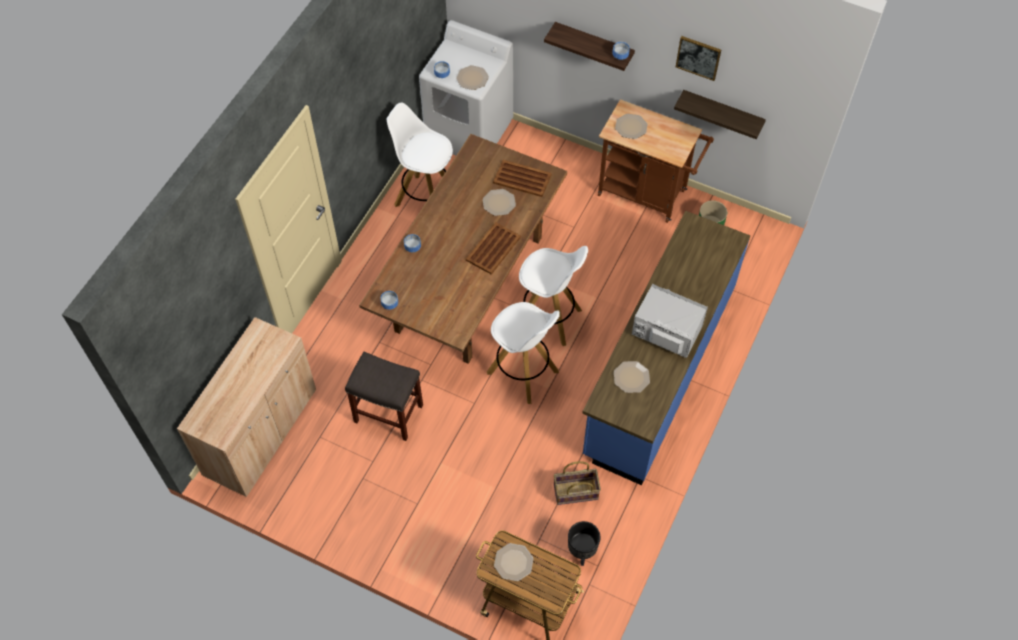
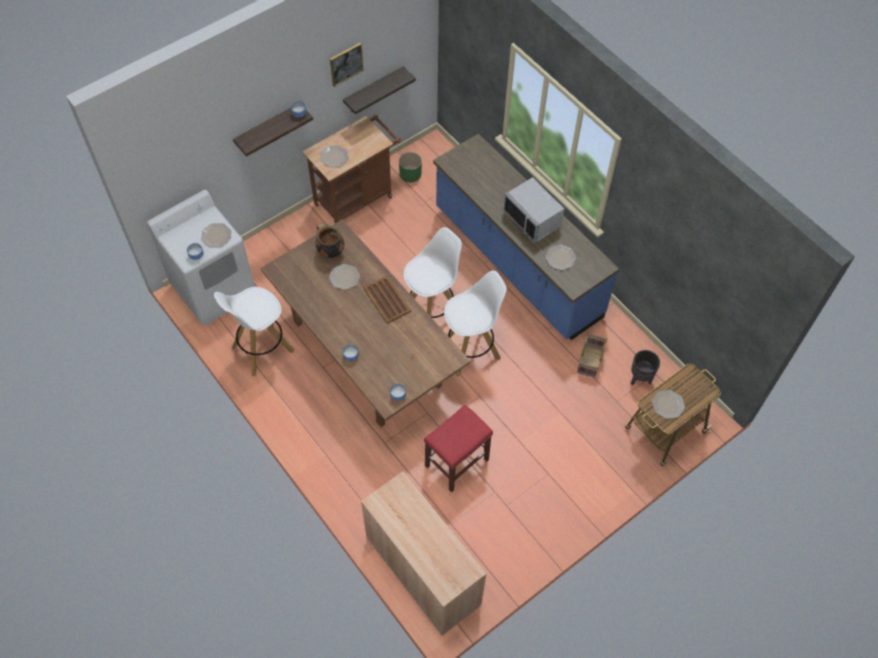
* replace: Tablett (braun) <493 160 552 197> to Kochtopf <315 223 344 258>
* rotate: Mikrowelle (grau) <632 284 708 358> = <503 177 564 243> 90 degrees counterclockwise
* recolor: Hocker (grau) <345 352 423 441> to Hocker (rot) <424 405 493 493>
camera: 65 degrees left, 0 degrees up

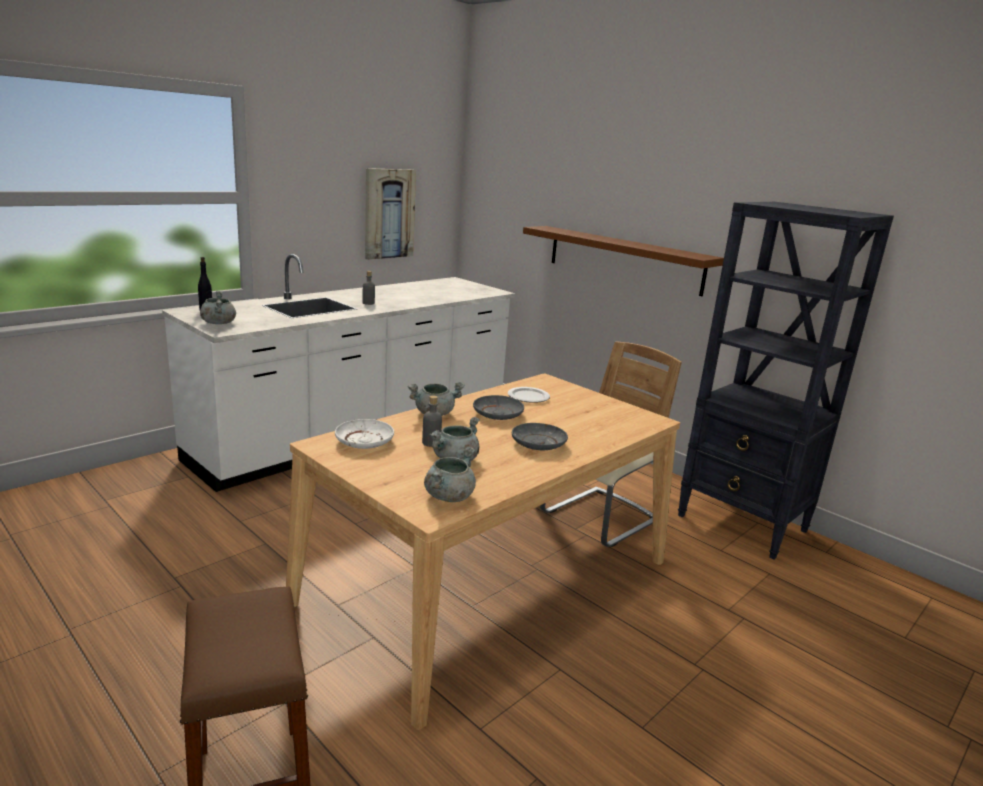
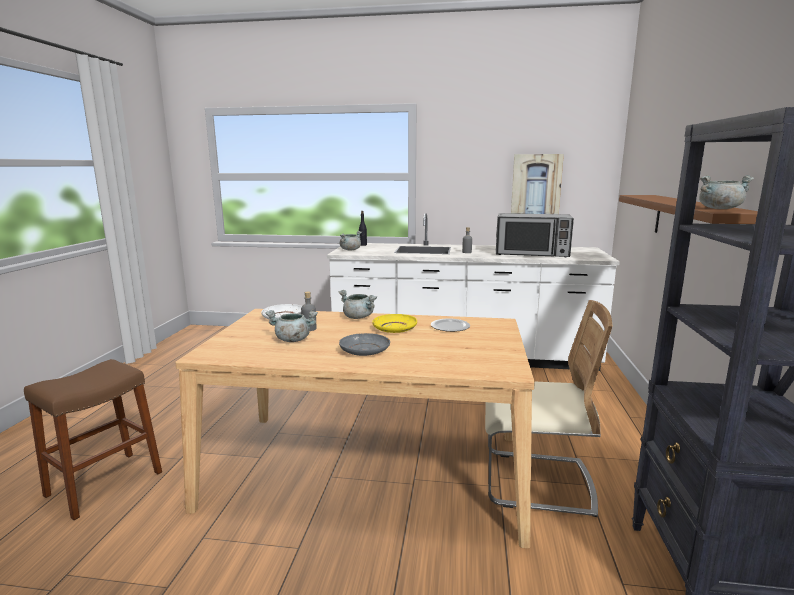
* recolor: Teller (grau) <473 395 524 420> to Teller (gelb) <372 314 417 333>
* move: Kochtopf (grau) <424 446 476 502> to <699 175 754 209>
* insert: Mikrowelle <496 213 574 257>
camera: 55 degrees right, 5 degrees down

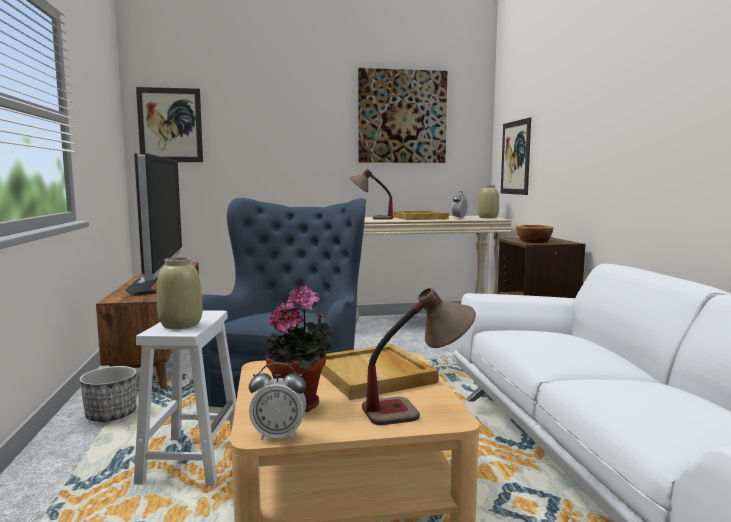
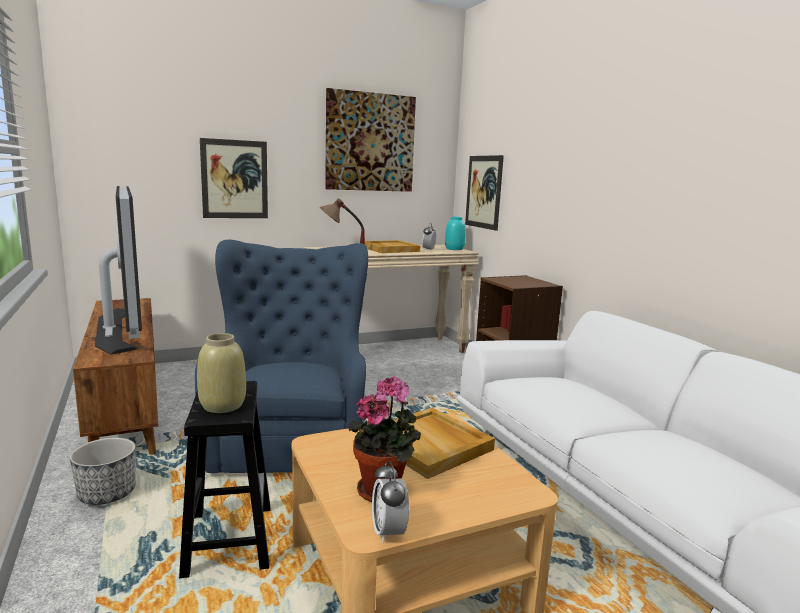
* move: Bild <136 87 203 162> to <200 138 268 218>
* recolor: Vase (beige) <478 185 499 218> to Vase (türkis) <445 217 466 250>
* delete: Schüssel <516 225 553 243>
* delete: Tischlampe <362 288 476 425>
* recolor: Hocker (weiß) <134 310 236 486> to Hocker (schwarz) <179 381 270 578>
* rotate: Wecker <249 363 306 440> = <372 461 409 544> 90 degrees clockwise
camera: 15 degrees left, 5 degrees up

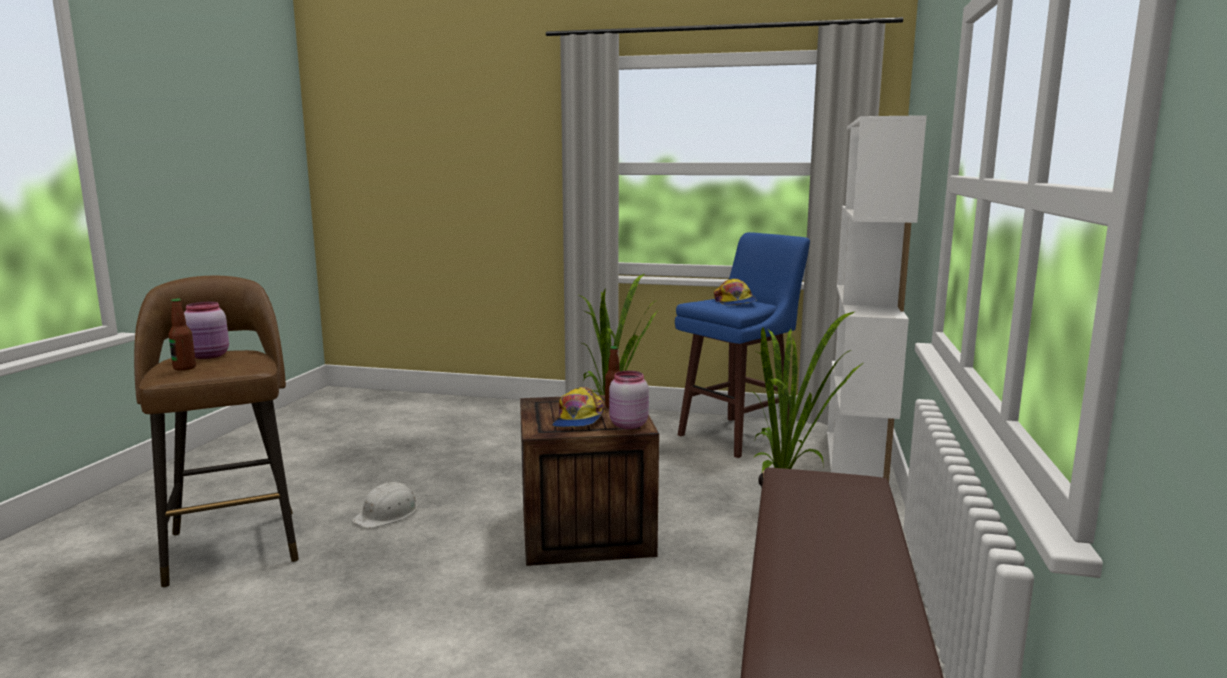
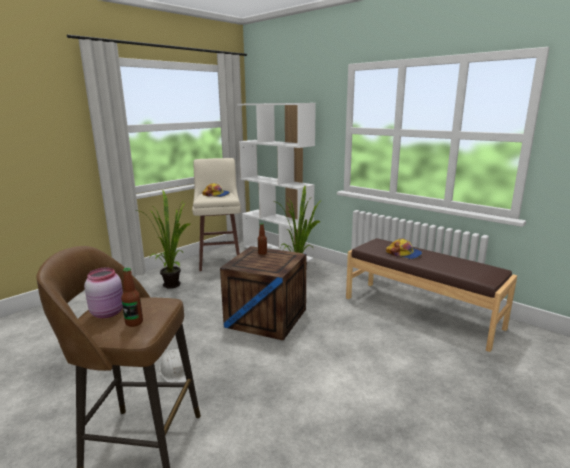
* recolor: Hocker (blau) <675 232 810 458> to Hocker (beige) <192 158 241 271>
* delete: Vorratsglas (rosa) <609 371 649 429>
* move: Kappe <552 387 605 428> to <386 238 422 259>
camera: 60 degrees left, 5 degrees up

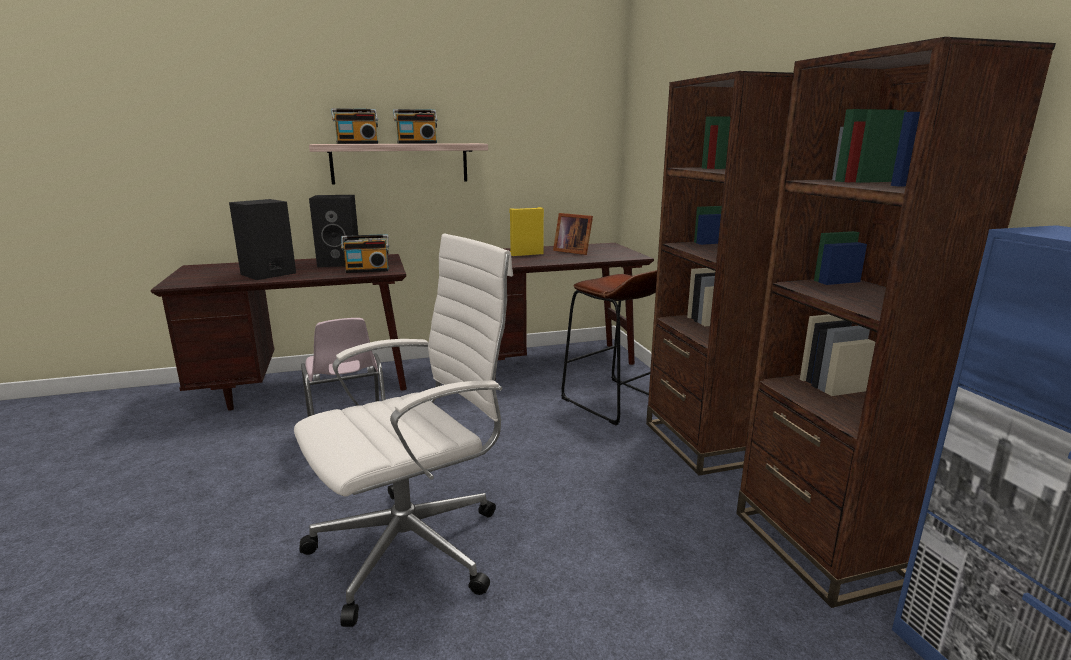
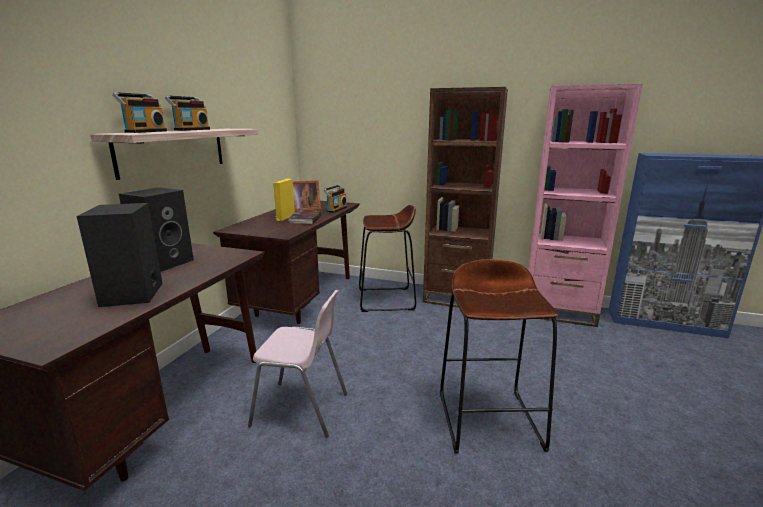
* recolor: Bücherregal (braun) <736 37 1056 608> to Bücherregal (rosa) <528 84 643 327>
* replace: Bürostuhl (weiß) <294 234 513 627> to Hocker (braun) <440 259 558 453>
* move: Radio <341 234 389 273> to <323 185 347 213>
* insert: Buch <288 210 321 224>
camera: 55 degrees left, 0 degrees up

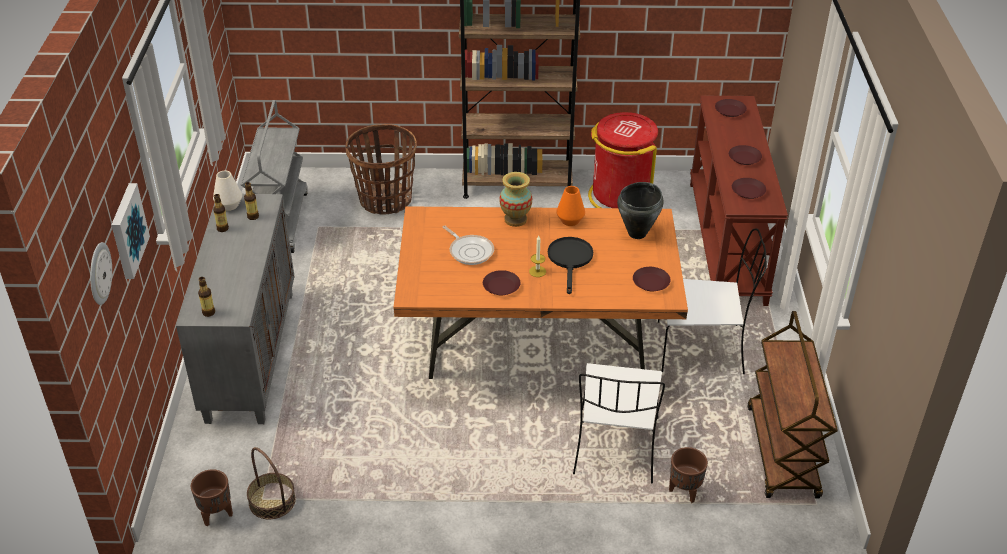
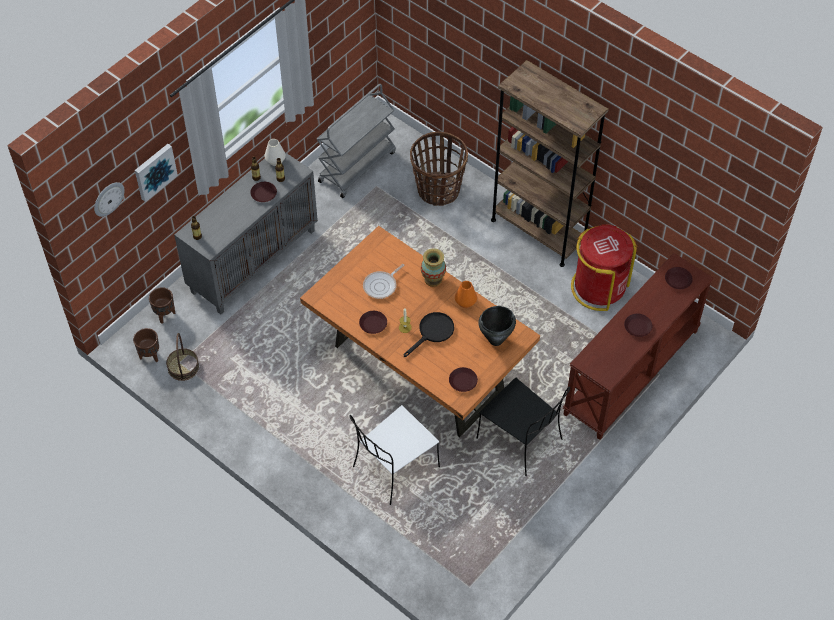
* move: Teller (braun) <732 178 766 199> to <250 182 277 202>
* rotate: Pfanne <442 226 494 265> = <363 264 404 299> 45 degrees clockwise
* recolor: Stuhl (weiß) <658 228 767 374> to Stuhl (schwarz) <477 377 570 476>
* delete: Rollwagen (braun) <747 311 838 498>
* move: Pflanzkübel (braun) <669 447 708 503> to <149 287 175 324>
camera: 40 degrees right, 15 degrees up

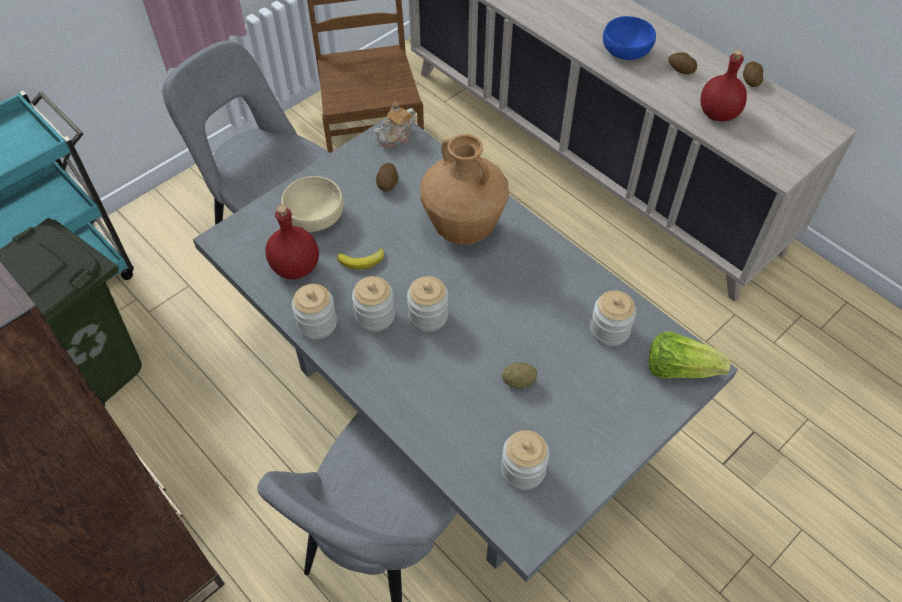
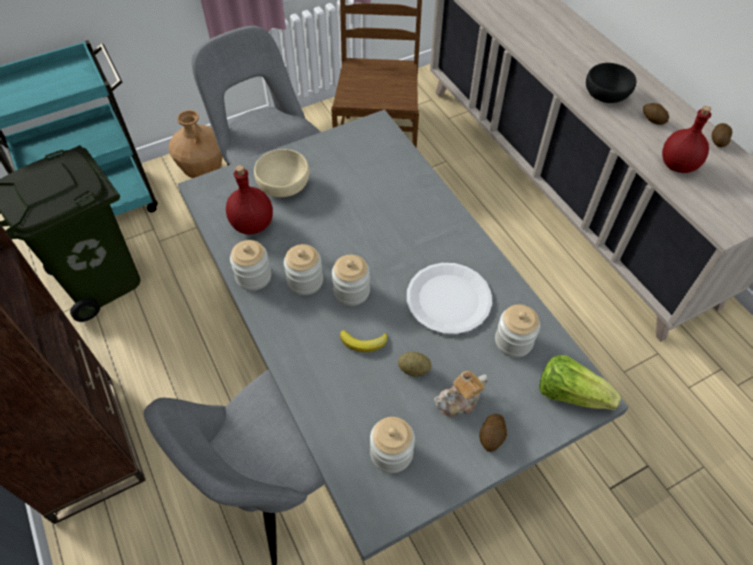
* recolor: Schüssel (blau) <603 16 656 60> to Schüssel (schwarz) <586 63 636 103>
* move: Teekanne <374 102 415 148> to <434 370 488 417>
* move: Vase (braun) <420 134 509 245> to <169 110 223 178>
* move: Kartoffel <376 163 399 192> to <479 414 507 452>
* move: Banane <337 248 384 269> to <340 330 387 352>
* insert: Teller (weiß) <407 263 492 334>
camera: 15 degrees right, 0 degrees up

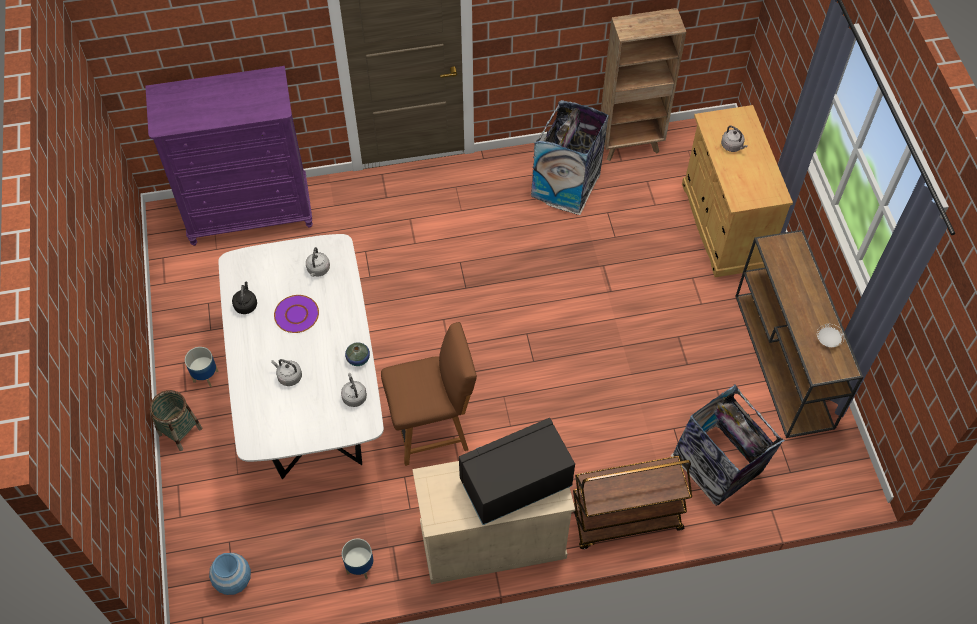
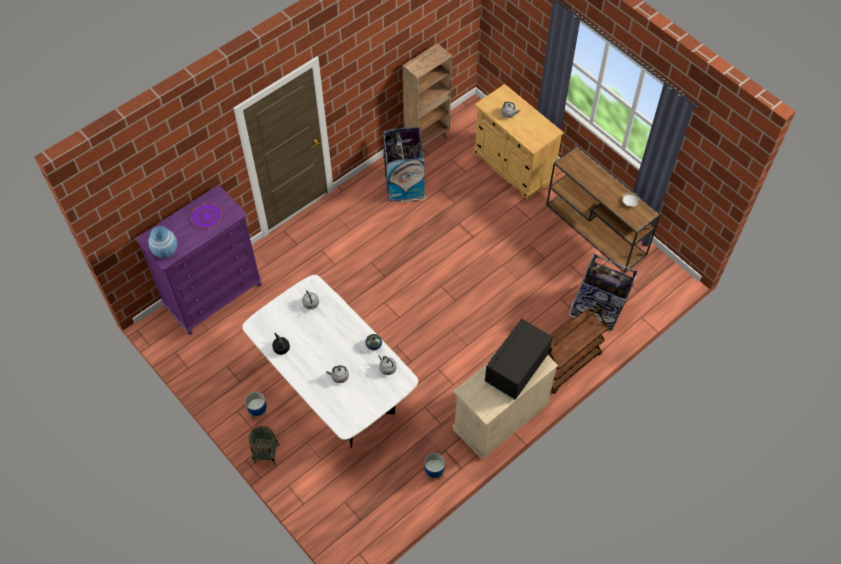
* move: Teller (lila) <274 295 319 333> to <191 203 222 229>
* delete: Stuhl (braun) <381 322 477 466>
* move: Vase (blau) <209 553 251 595> to <148 226 177 259>
camera: 30 degrees left, 0 degrees up

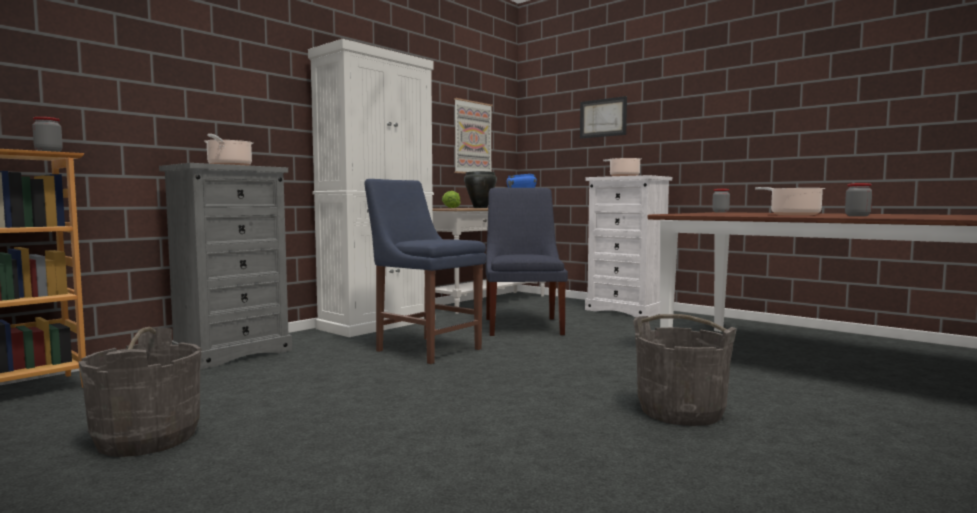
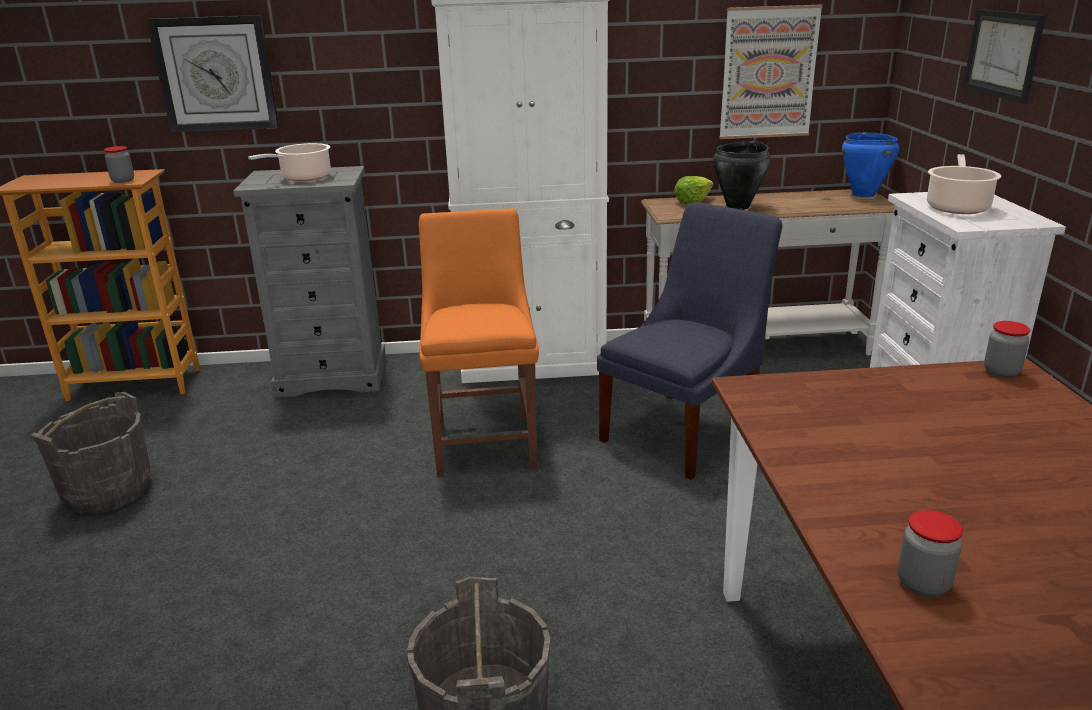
* recolor: Stuhl (blau) <365 179 486 364> to Stuhl (orange) <419 208 539 477>
* delete: Kochtopf <755 187 825 215>
* insert: Wanduhr <147 15 279 132>
camera: 45 degrees right, 20 degrees up

